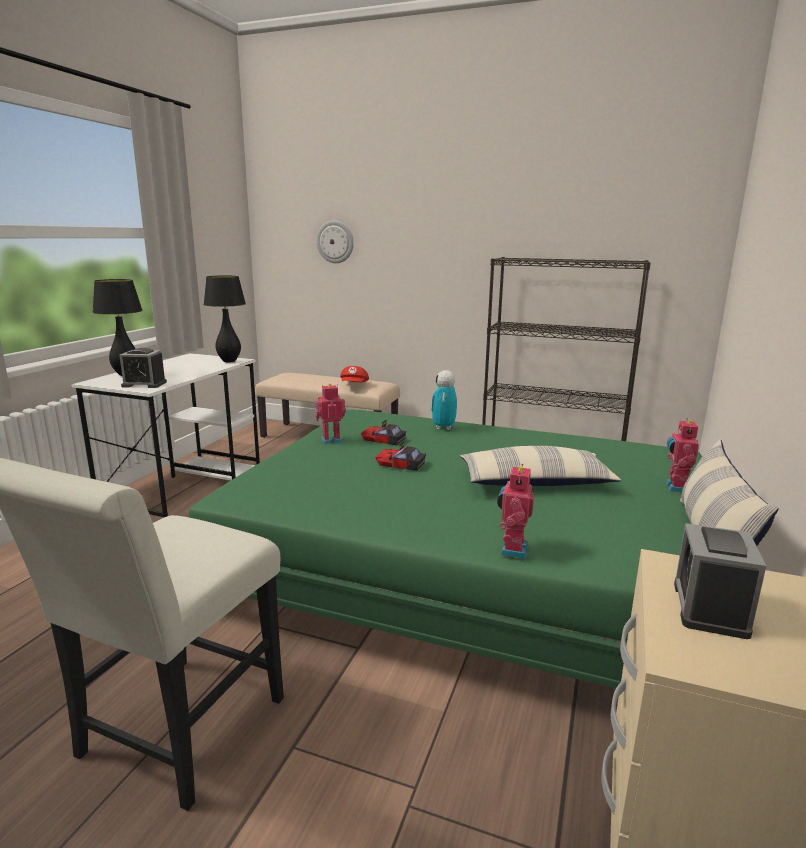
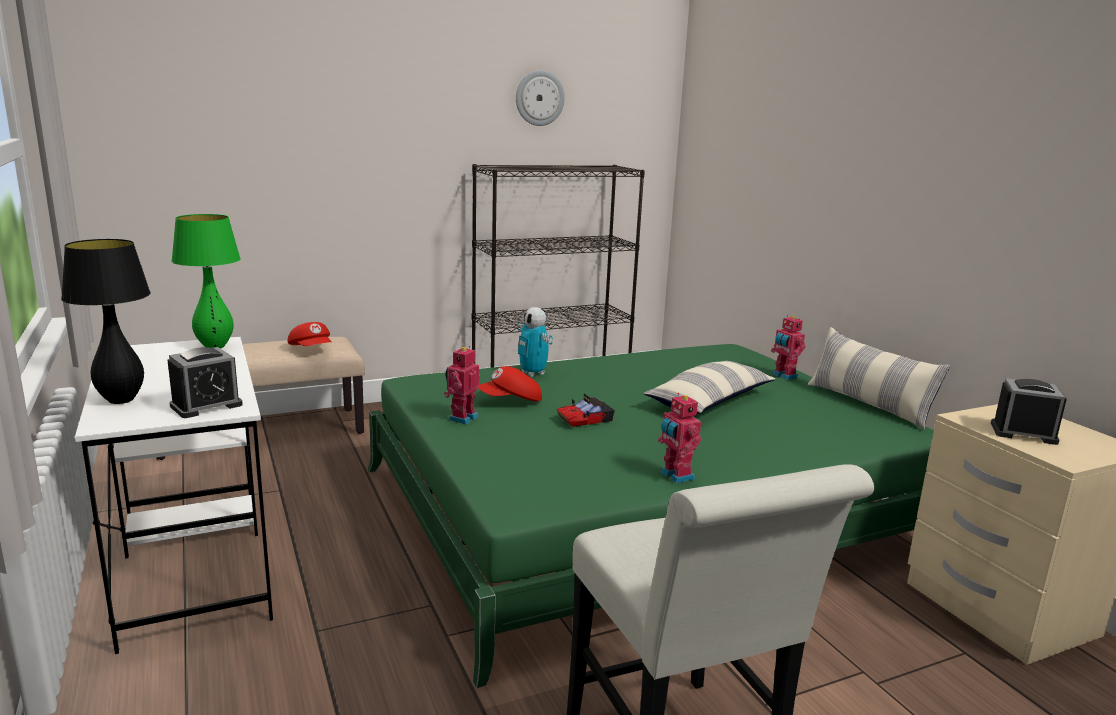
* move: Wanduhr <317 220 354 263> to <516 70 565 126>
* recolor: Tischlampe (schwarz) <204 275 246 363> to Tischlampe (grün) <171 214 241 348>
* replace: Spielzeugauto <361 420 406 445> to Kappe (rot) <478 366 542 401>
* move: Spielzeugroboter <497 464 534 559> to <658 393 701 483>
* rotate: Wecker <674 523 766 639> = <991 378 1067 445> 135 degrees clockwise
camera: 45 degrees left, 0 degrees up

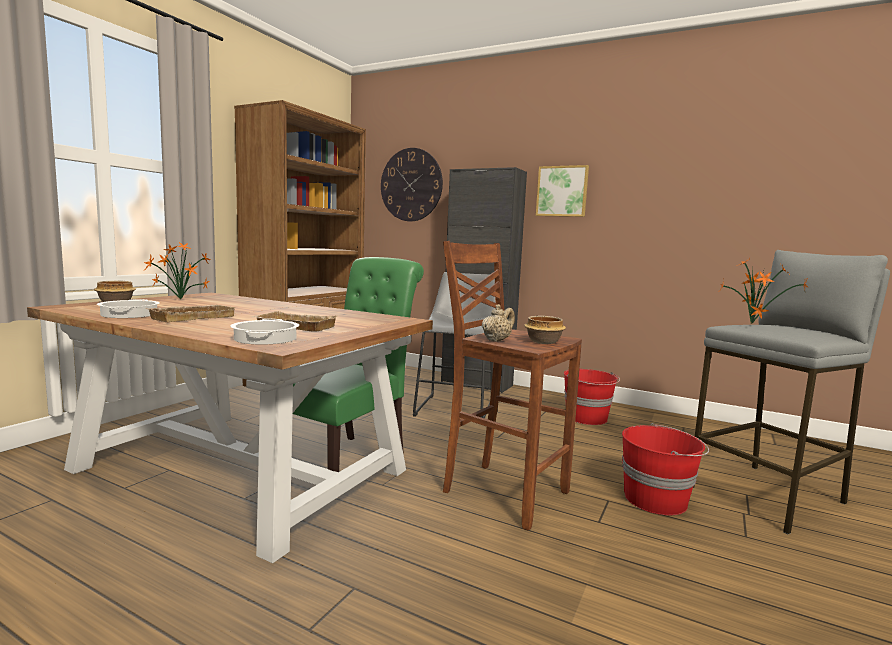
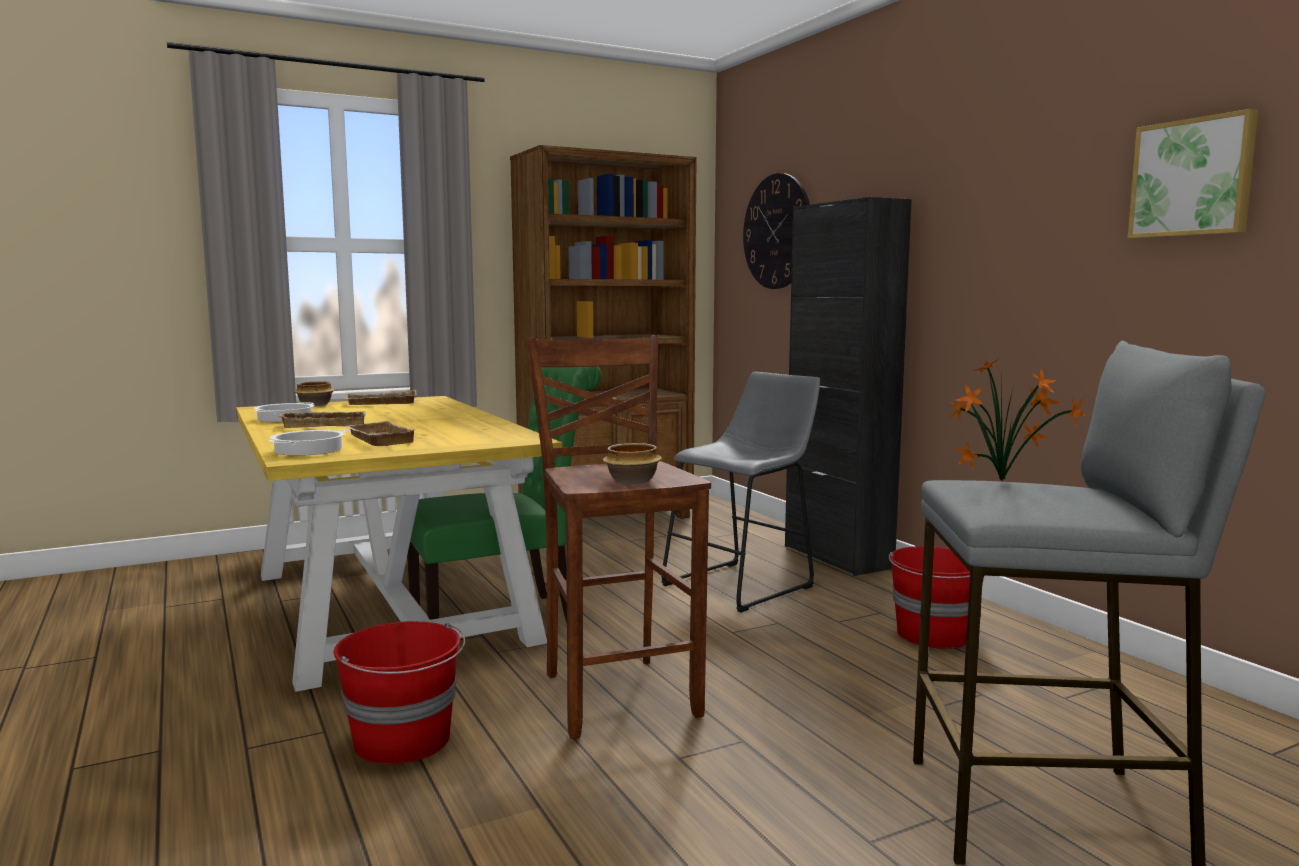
* move: Bild <536 165 589 217> to <1128 109 1258 238>
* replace: Topfpflanze <144 242 210 299> to Tablett (beige) <345 390 417 405>
* recolor: Esstisch (braun) <27 293 433 563> to Esstisch (gelb) <236 396 562 692>
* delete: Teekanne (beige) <482 304 515 342>
* move: Eimer (rot) <622 423 709 515> to <334 621 465 764>
camera: 35 degrees right, 0 degrees up

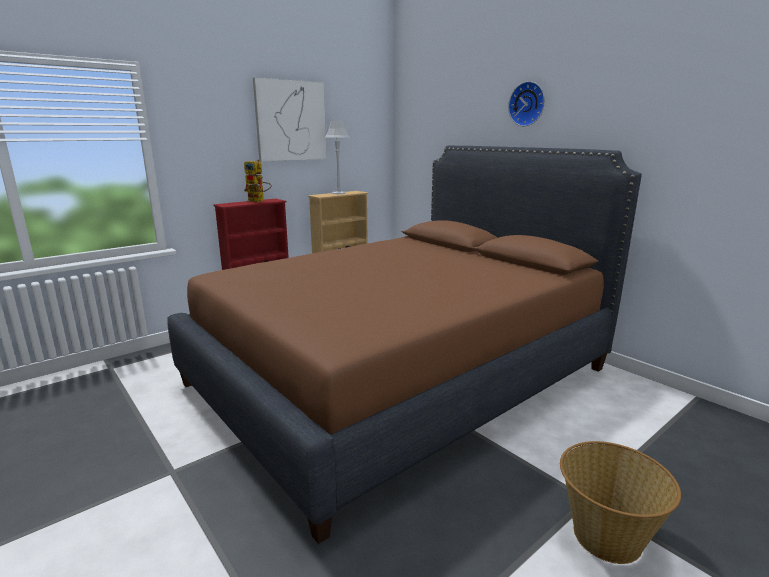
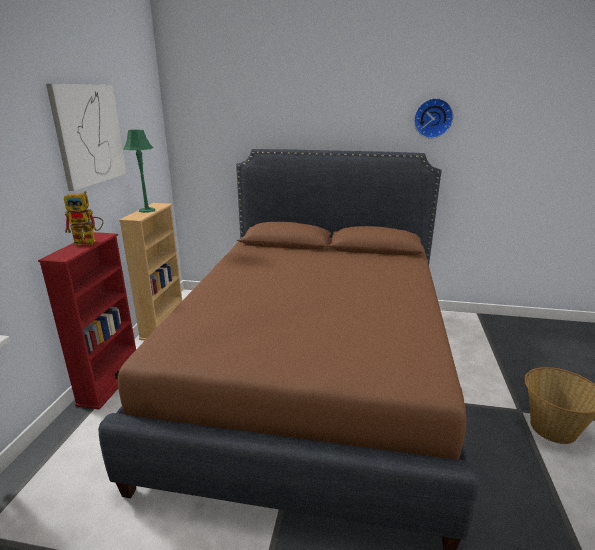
* move: Wanduhr <508 81 545 126> to <414 98 454 139>
* recolor: Tischlampe (grau) <325 121 349 194> to Tischlampe (grün) <123 129 155 213>
camera: 40 degrees left, 5 degrees up

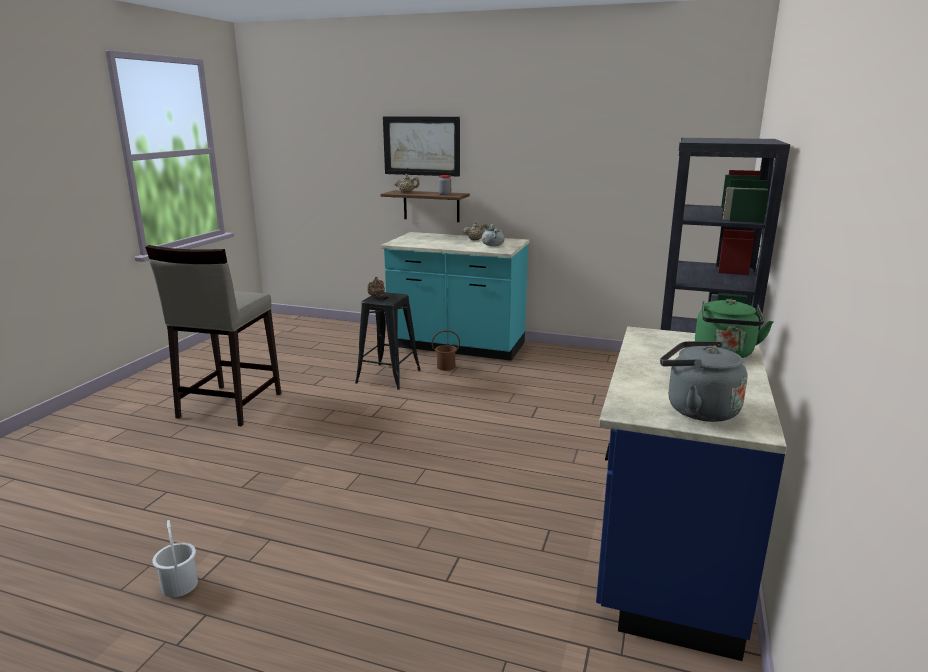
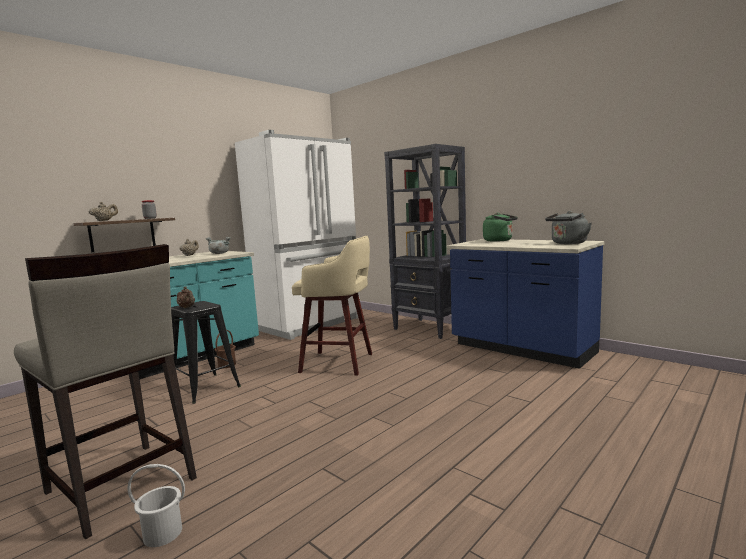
* delete: Bild <383 116 460 177>
* move: Eimer (weiß) <152 520 198 597> to <127 464 185 547>
* insert: Kühlschrank (weiß) <235 130 360 340>
* insert: Hocker (beige) <292 236 372 375>
camera: 65 degrees left, 10 degrees down

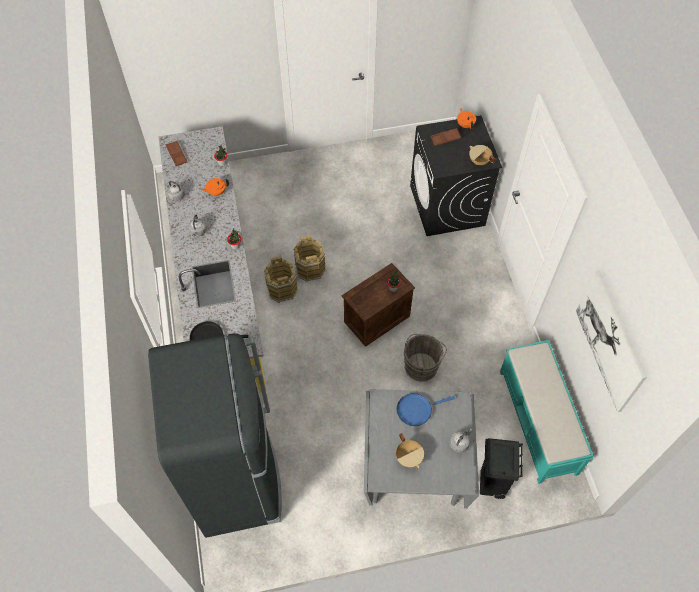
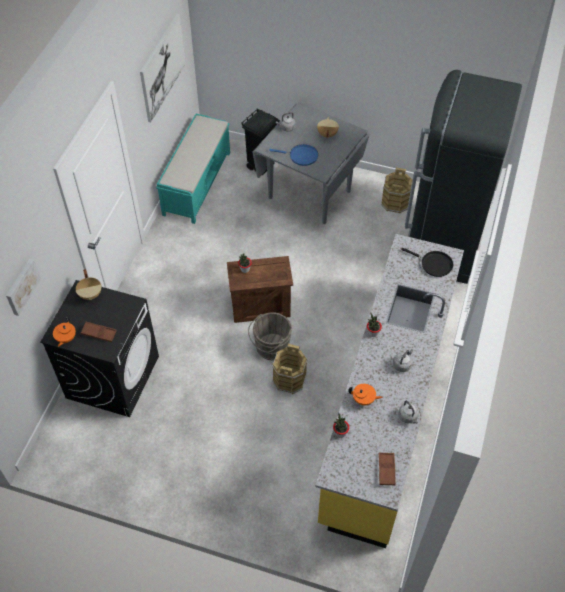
* move: Eimer (braun) <264 256 298 303> to <381 168 413 213>
* move: Eimer (grau) <403 334 447 382> to <248 312 292 360>
* insert: Bild <6 258 41 316>
camera: 150 degrees left, 5 degrees down

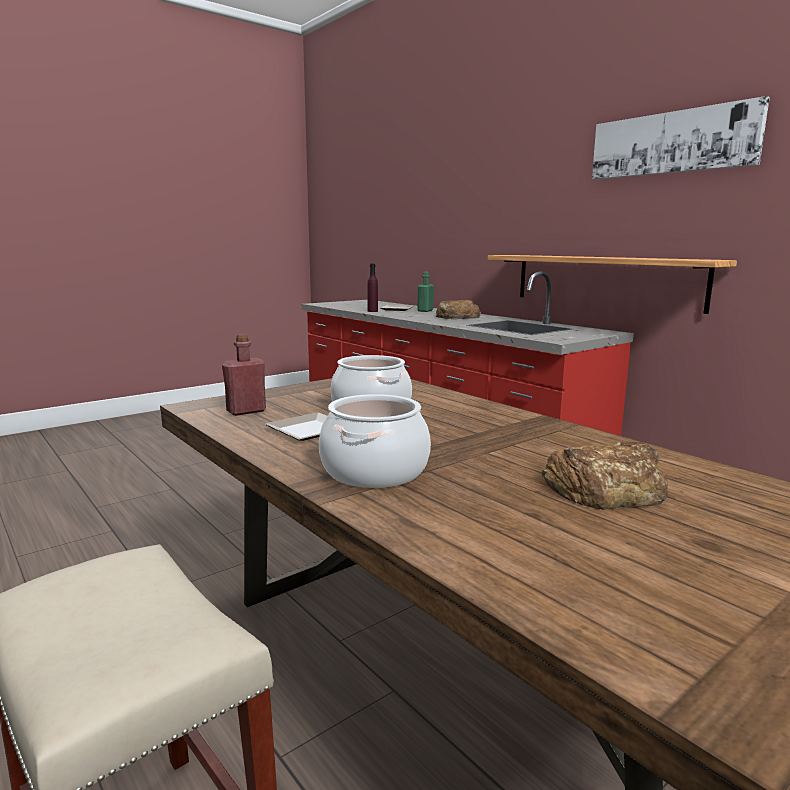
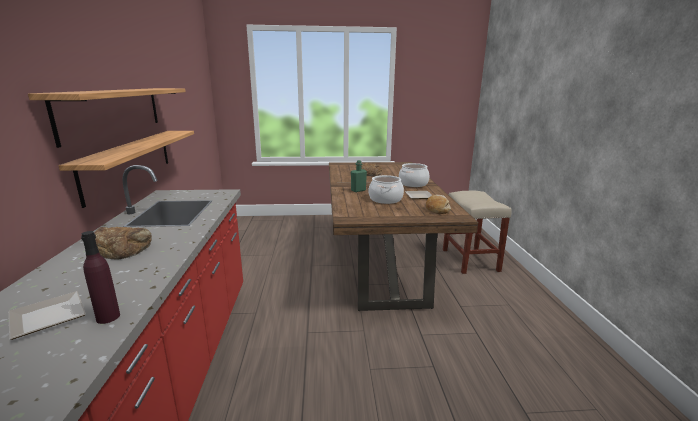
* delete: Bild <592 96 770 180>
* move: Flasche (grün) <418 272 434 312> to <351 160 367 192>
* replace: Flasche (rot) <222 334 266 416> to Brot <426 195 451 214>
* insert: Wandregal <28 88 186 148>
camera: 145 degrees left, 5 degrees up

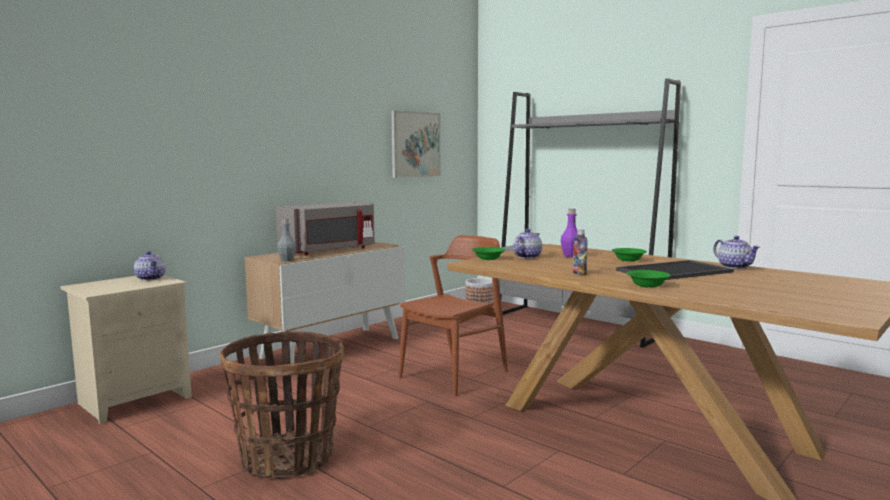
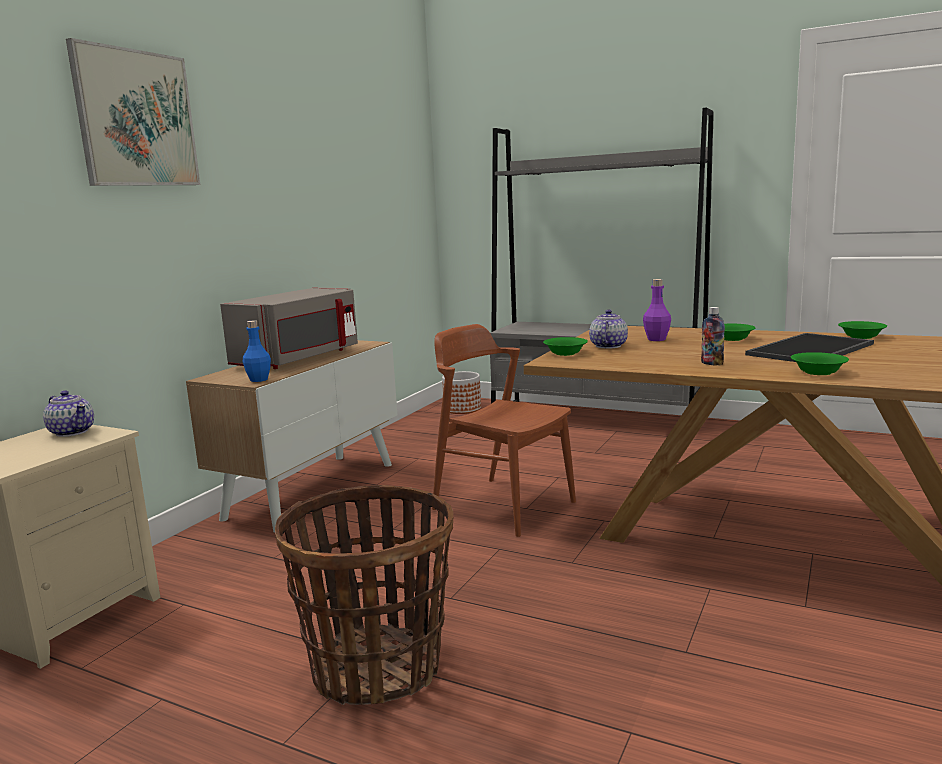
* move: Bild <391 110 440 178> to <66 38 200 186>
* recolor: Flasche (grau) <277 219 296 261> to Flasche (blau) <243 320 271 382>
* rotate: Stuhl (braun) <398 235 508 396> = <432 324 576 537> 75 degrees counterclockwise
* replace: Teekanne <713 236 760 269> to Schüssel (grün) <838 321 887 339>
camera: 15 degrees left, 5 degrees up

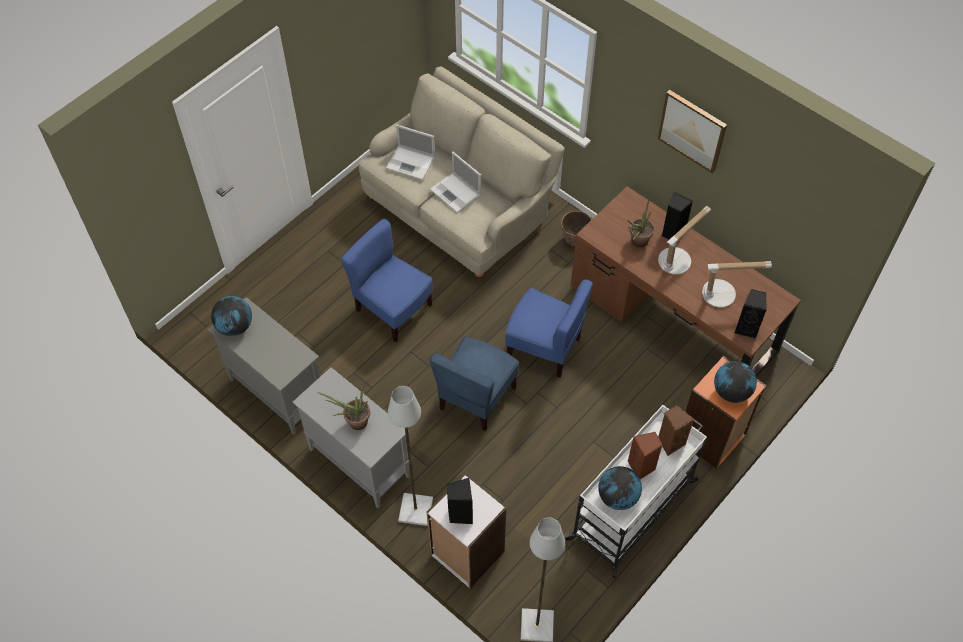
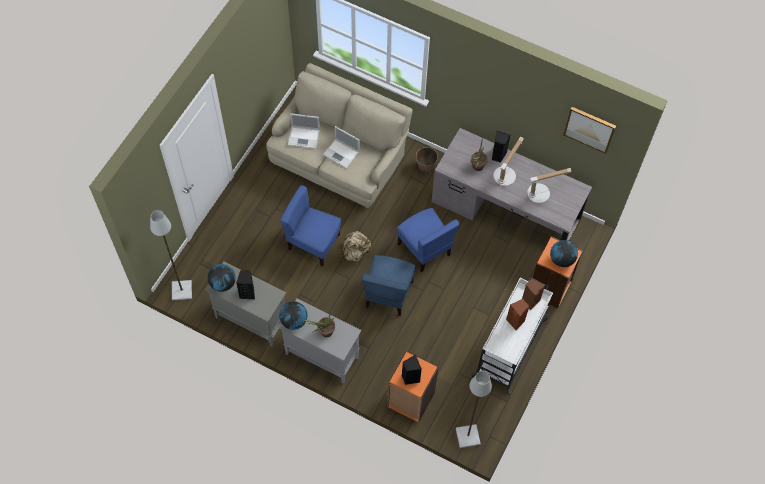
* move: Bild <658 90 727 173> to <563 107 616 154>
* recolor: Schreibtisch (braun) <570 186 801 377> to Schreibtisch (grau) <431 128 592 241>
* rotate: Stuhl (blau) <505 280 593 378> = <397 208 460 272> 45 degrees clockwise
* move: Lautsprecher (schwarz) <734 289 767 338> to <236 270 255 299>
* move: Stehlampe (grau) <388 386 433 526> to <150 210 192 300>
* move: Globus <598 466 642 510> to <279 301 307 330>
* recolor: Bücherregal (weiß) <426 474 506 588> to Bücherregal (orange) <387 351 438 423>
* insert: Rucksack (beige) <340 231 371 262>
camera: 15 degrees left, 5 degrees up

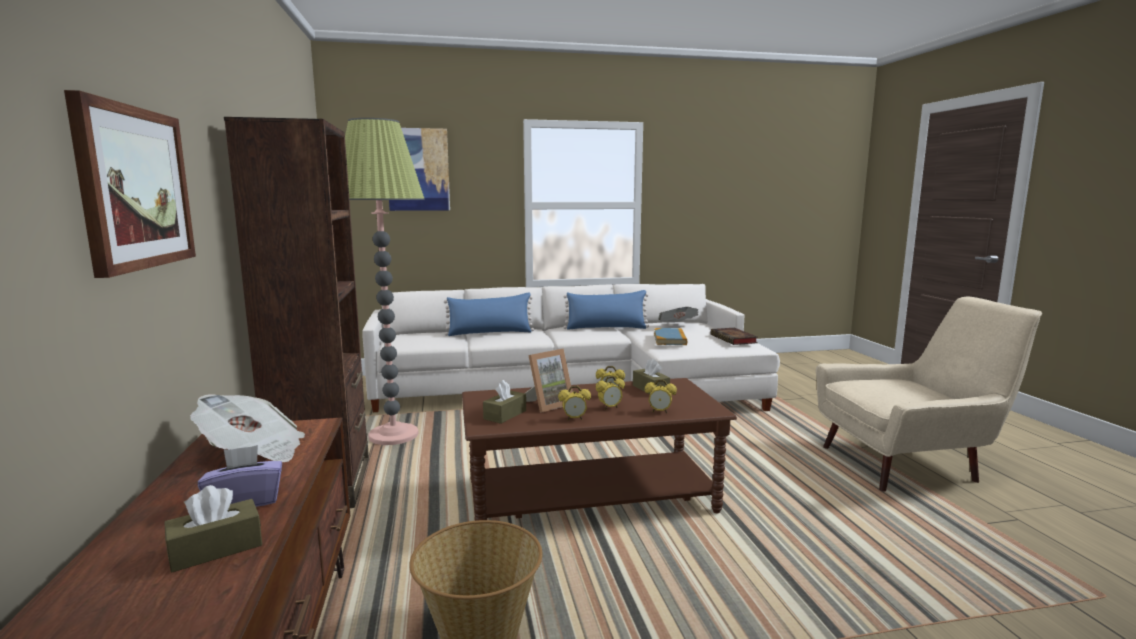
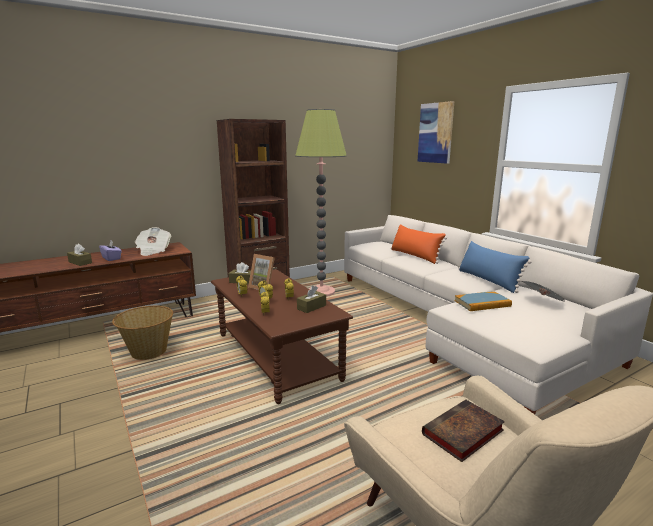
* delete: Bild <64 90 196 278>
* recolor: Kissen (blau) <444 293 534 336> to Kissen (orange) <391 224 447 264>
* move: Buch <711 328 758 345> to <422 399 505 462>
camera: 70 degrees right, 5 degrees up

